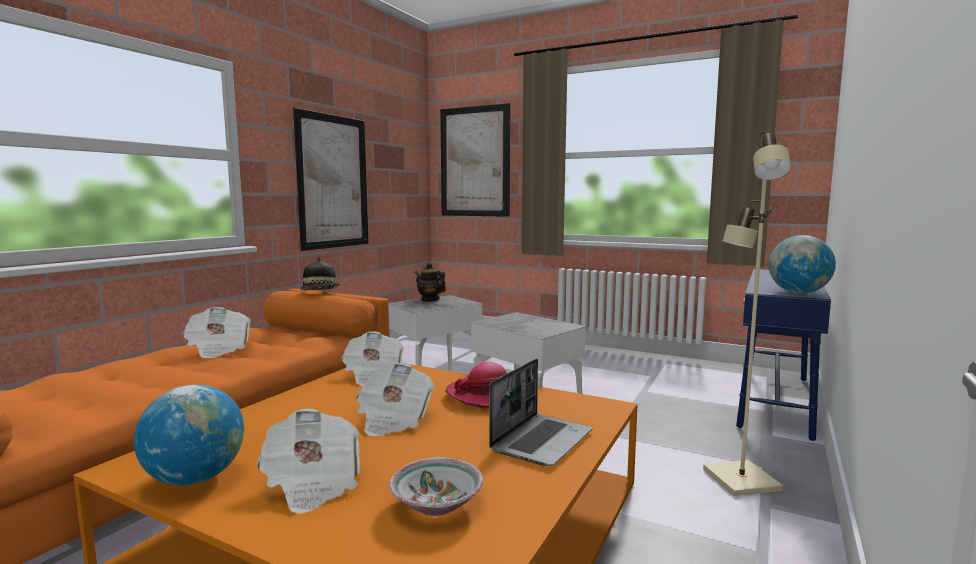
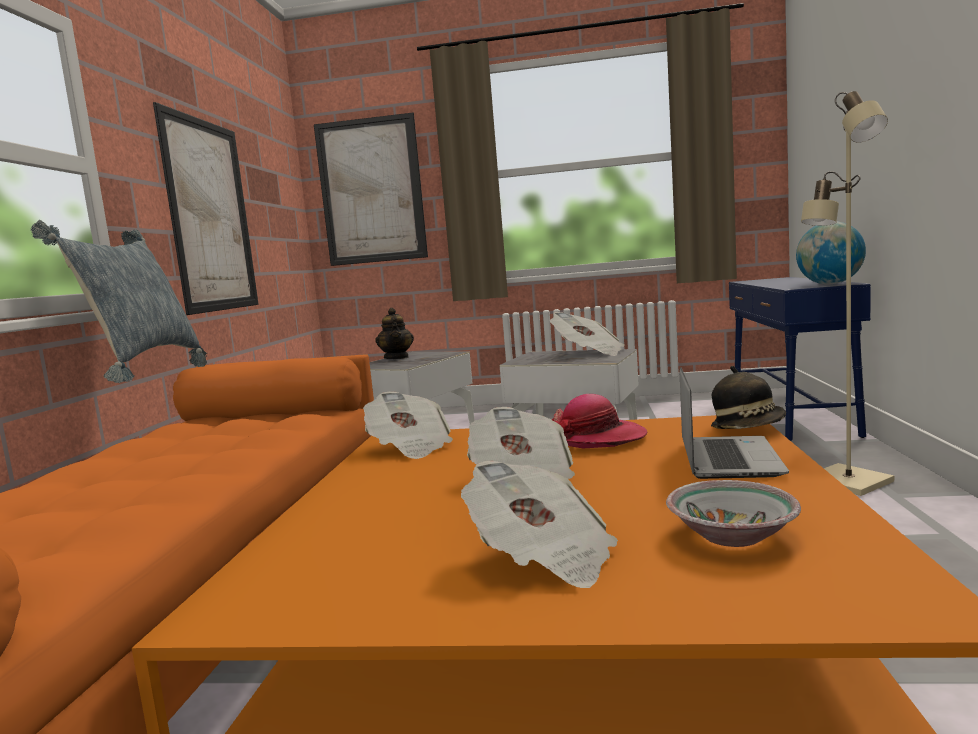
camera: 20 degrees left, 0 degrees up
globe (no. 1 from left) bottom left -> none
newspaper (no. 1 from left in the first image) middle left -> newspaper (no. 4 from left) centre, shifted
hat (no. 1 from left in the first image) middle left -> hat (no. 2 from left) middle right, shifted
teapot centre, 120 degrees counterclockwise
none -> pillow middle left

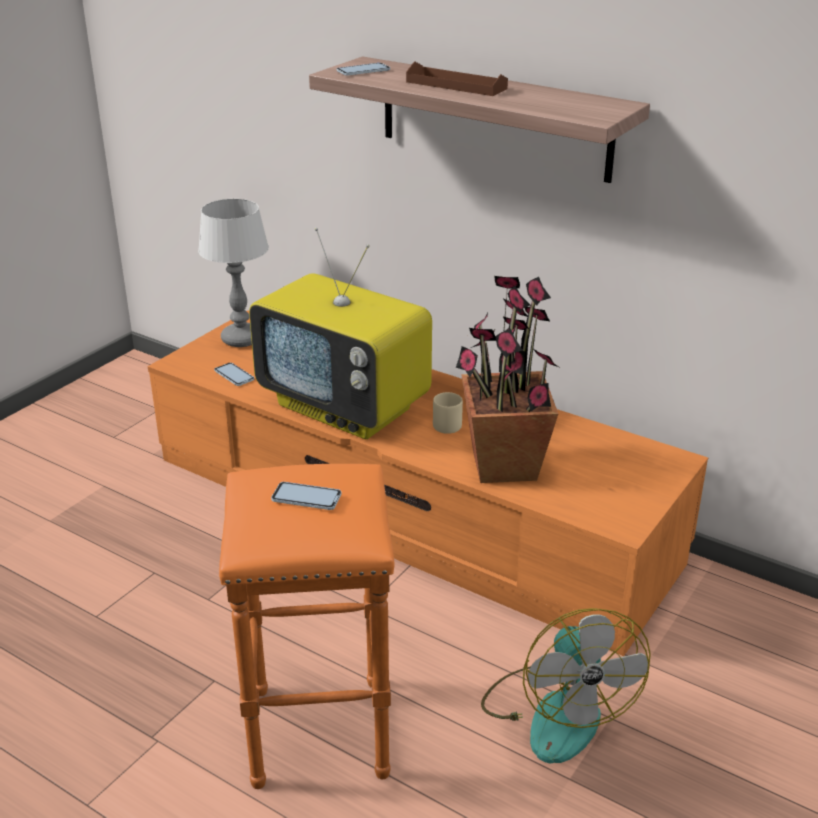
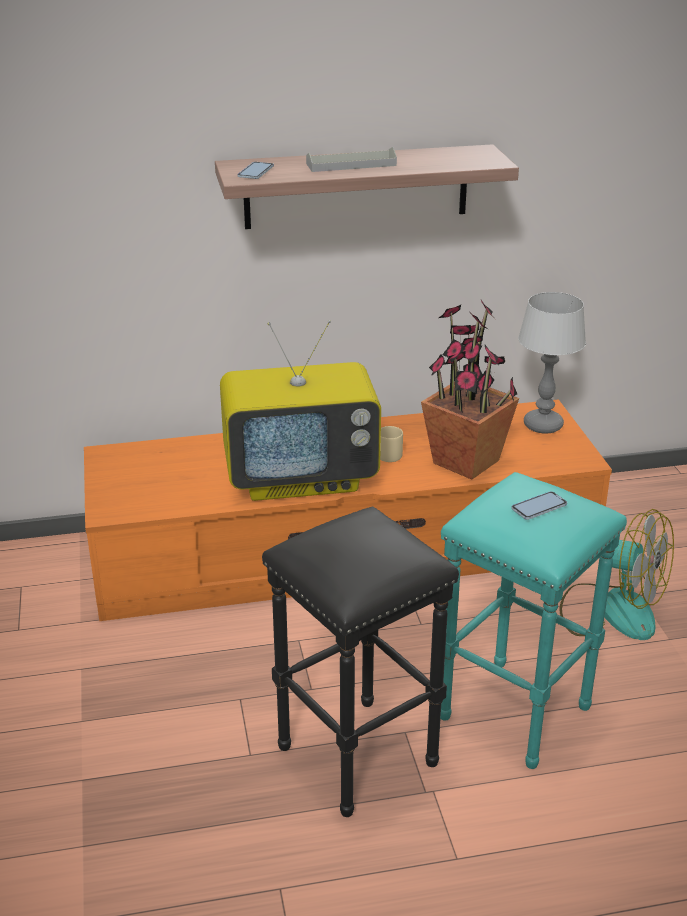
camera: 45 degrees left, 0 degrees up
table lamp middle left -> table lamp middle right, shifted
phone (no. 1 from left) middle left -> none
stool (orange) bottom centre -> stool (turquoise) bottom right
tray (brown) top centre -> tray (grey) top centre
none -> stool (black) bottom centre

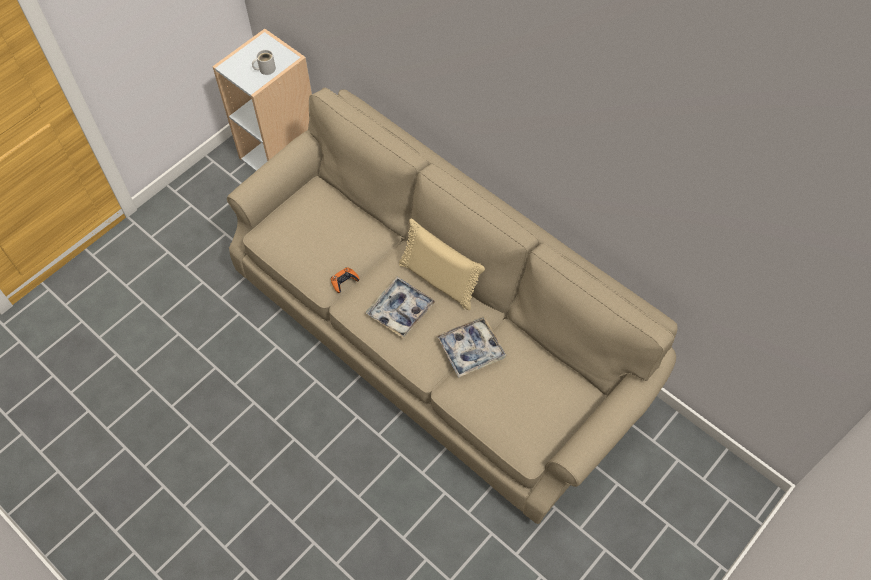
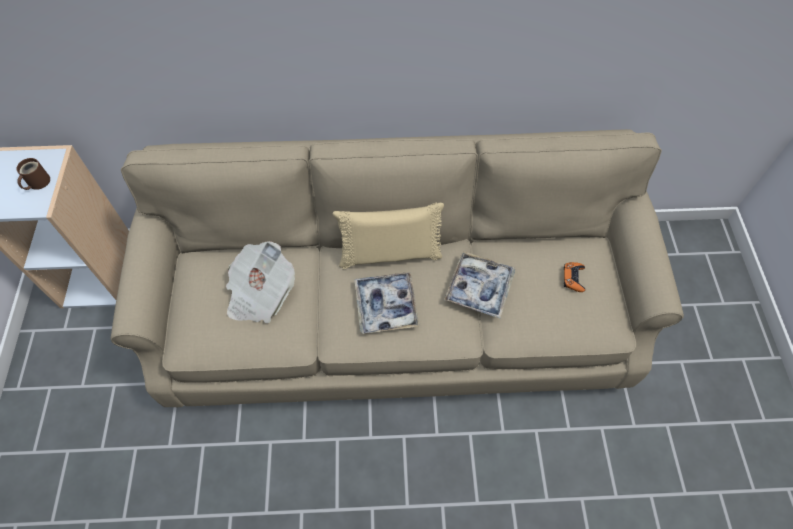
camera: 45 degrees left, 0 degrees up
mug (white) top left -> mug (brown) top left
game controller (orange) centre -> game controller (orange) middle right, shifted
none -> newspaper middle left

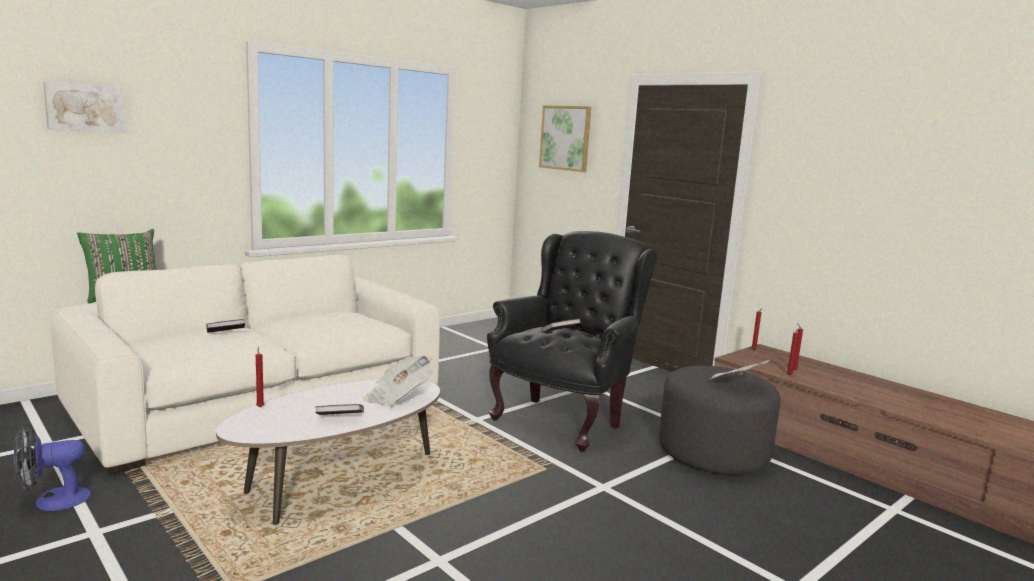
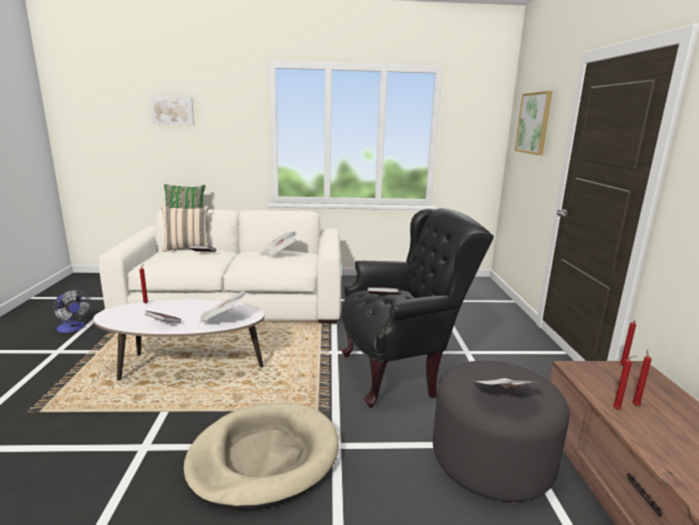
camera: 40 degrees right, 5 degrees up
fan bottom left -> fan middle left, 150 degrees counterclockwise
none -> pillow (beige) middle left
none -> dog bed (beige) bottom centre
none -> newspaper (no. 2 from left) centre

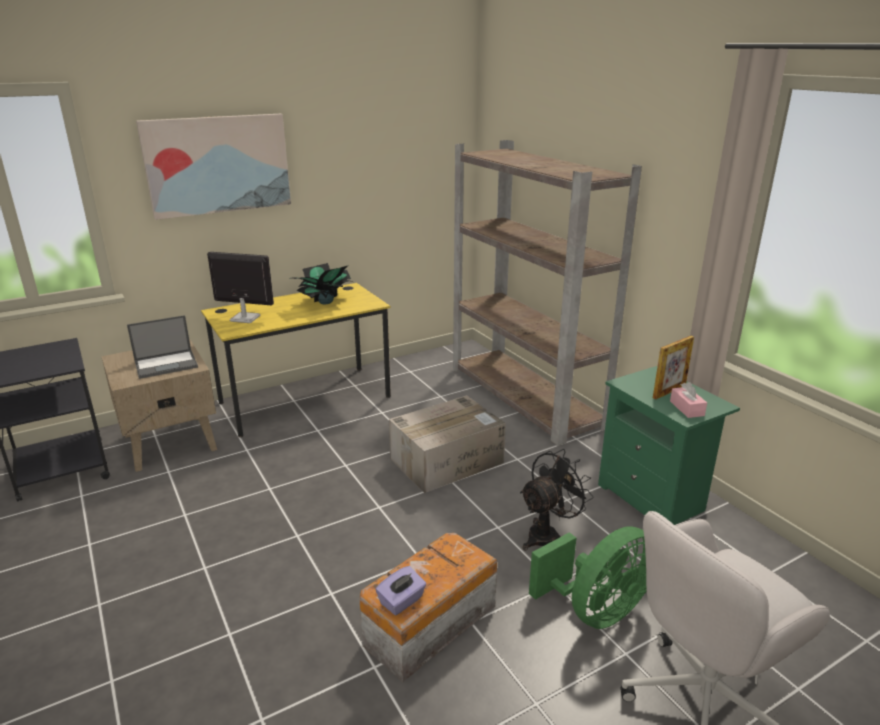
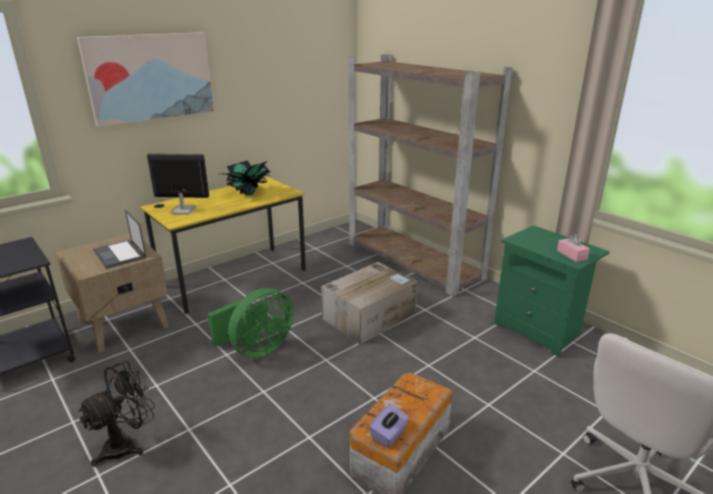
camera: 10 degrees left, 0 degrees up
laptop middle left, 90 degrees clockwise
fan (black) bottom centre -> fan (black) bottom left, shifted
fan (green) bottom right -> fan (green) centre, shifted
picture frame middle right -> none

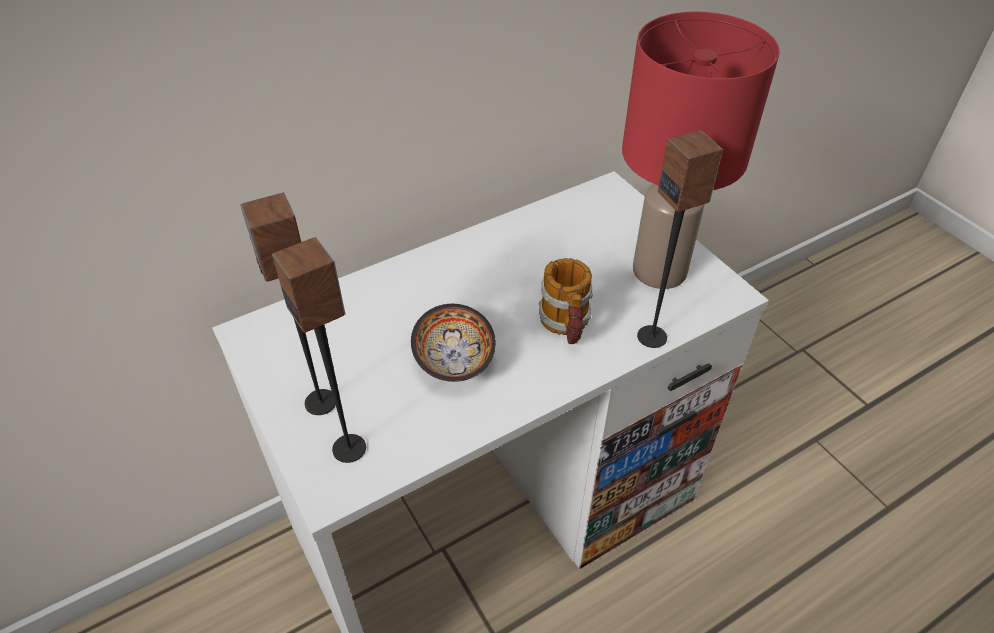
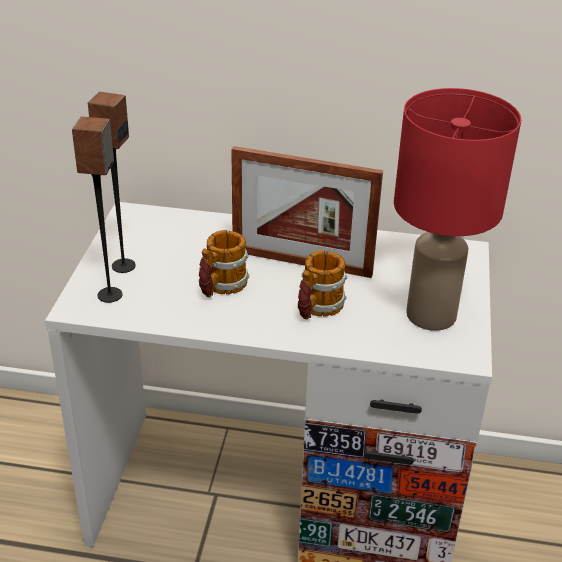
camera: 40 degrees right, 10 degrees down
bowl centre -> mug (no. 1 from left) centre
speaker (no. 3 from left) middle right -> none
none -> picture frame centre

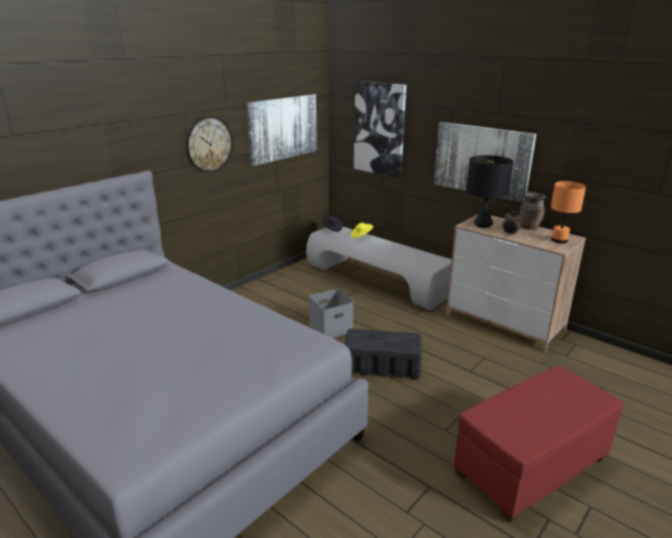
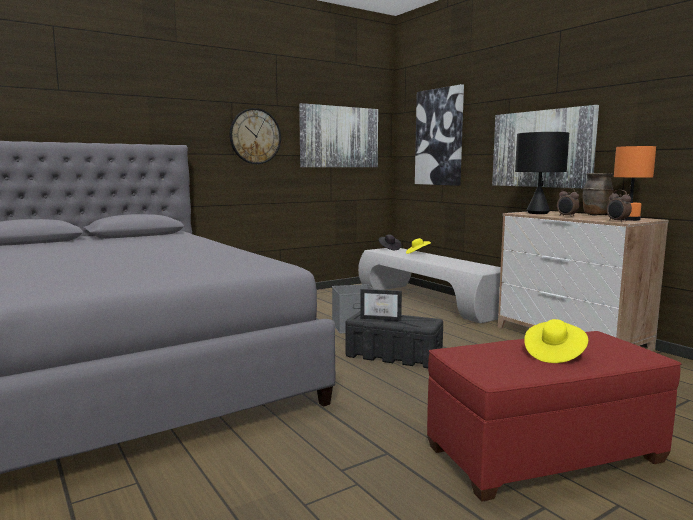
camera: 15 degrees right, 15 degrees down
none -> picture frame centre
none -> hat (yellow) (no. 2 from left) middle right
none -> alarm clock (no. 2 from left) middle right

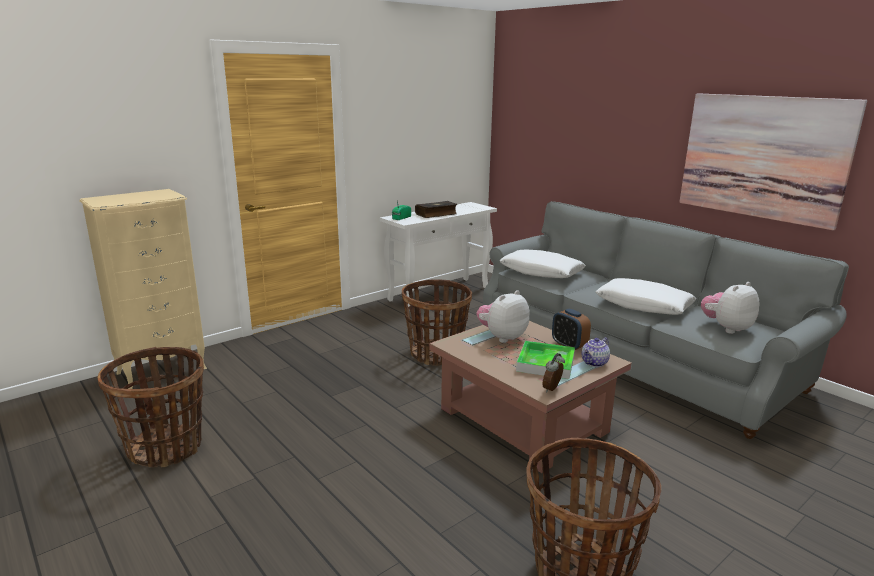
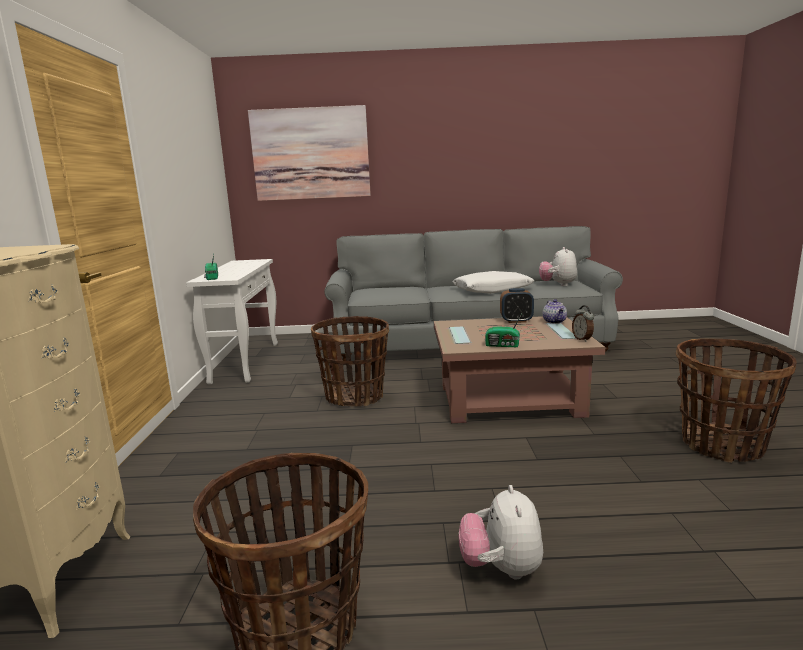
camera: 50 degrees left, 5 degrees down
book centre -> none
plush toy (no. 1 from left) centre -> plush toy (no. 1 from left) bottom centre, shifted
pillow (white) (no. 1 from left) centre -> none
tray centre -> none
picture top right -> picture top centre, shifted
none -> radio (no. 2 from left) centre

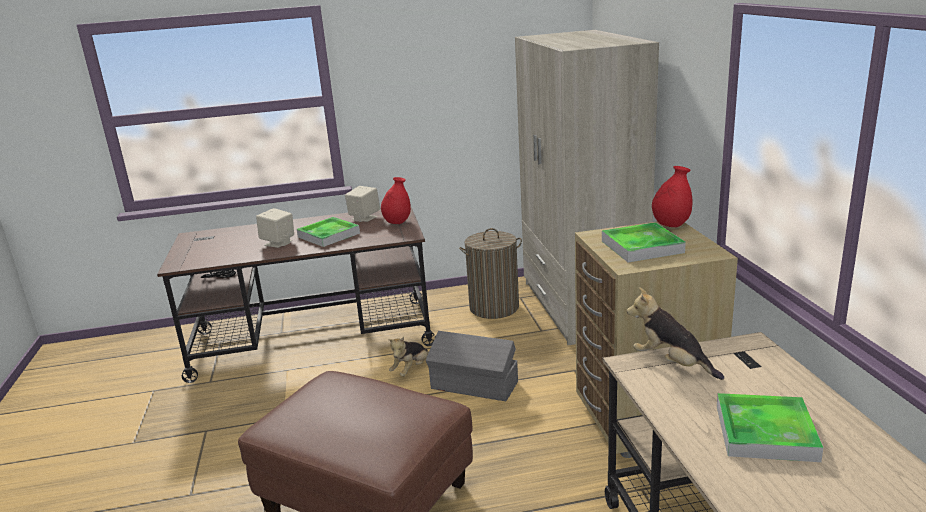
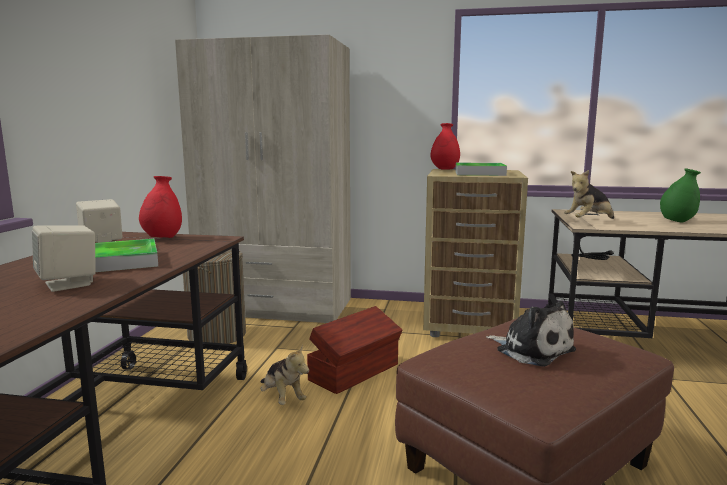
camera: 70 degrees left, 10 degrees down
storage box (grey) bottom centre -> storage box (brown) bottom centre
tray (no. 3 from left) bottom right -> vase (green) middle right
none -> plush toy (no. 2 from left) bottom right

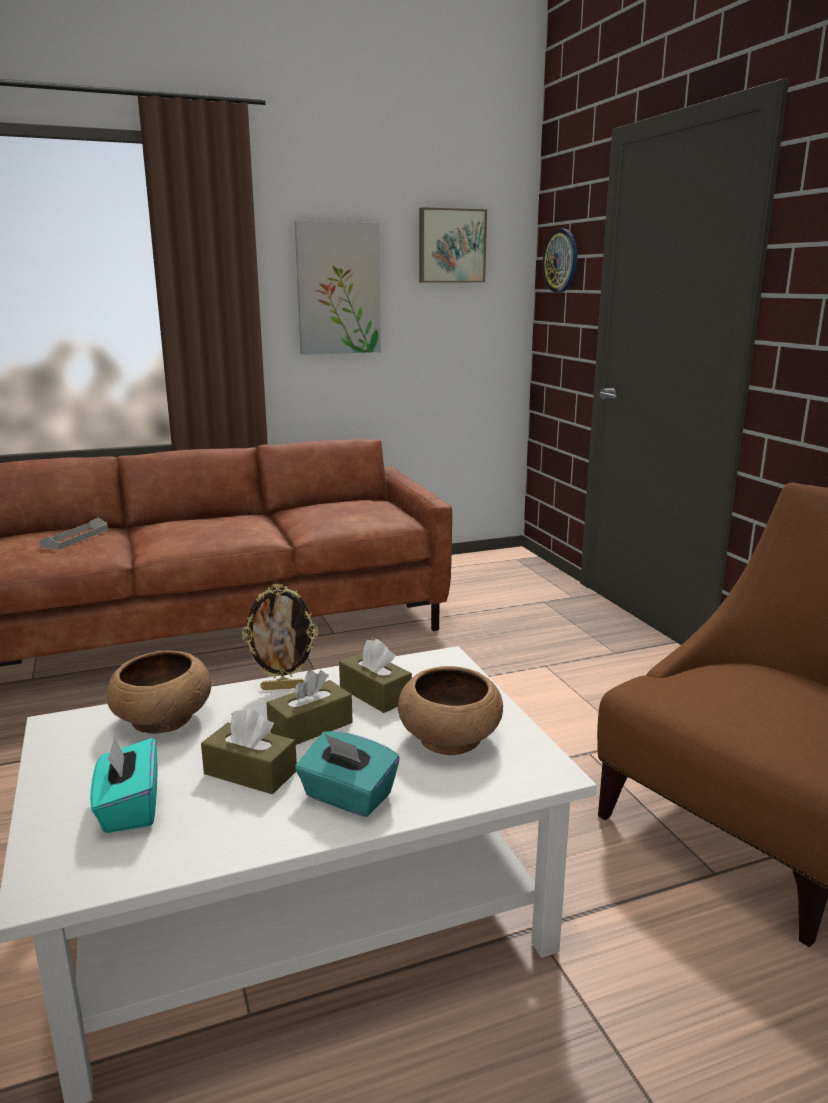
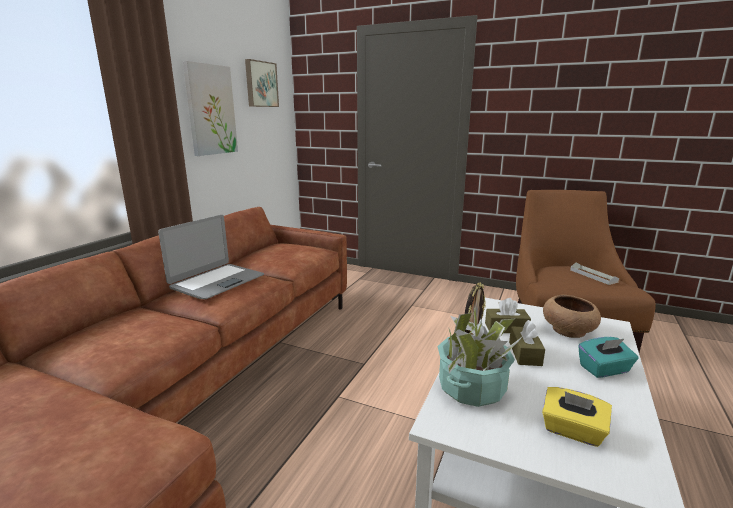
camera: 45 degrees left, 0 degrees up
tray (grey) middle left -> tray (grey) middle right, shifted
tissue box (turquoise) (no. 1 from left) bottom left -> tissue box (yellow) bottom right
bowl (brown) (no. 1 from left) middle left -> potted plant bottom centre
tissue box (brown) (no. 1 from left) bottom left -> none
wall clock top right -> none
none -> laptop middle left

